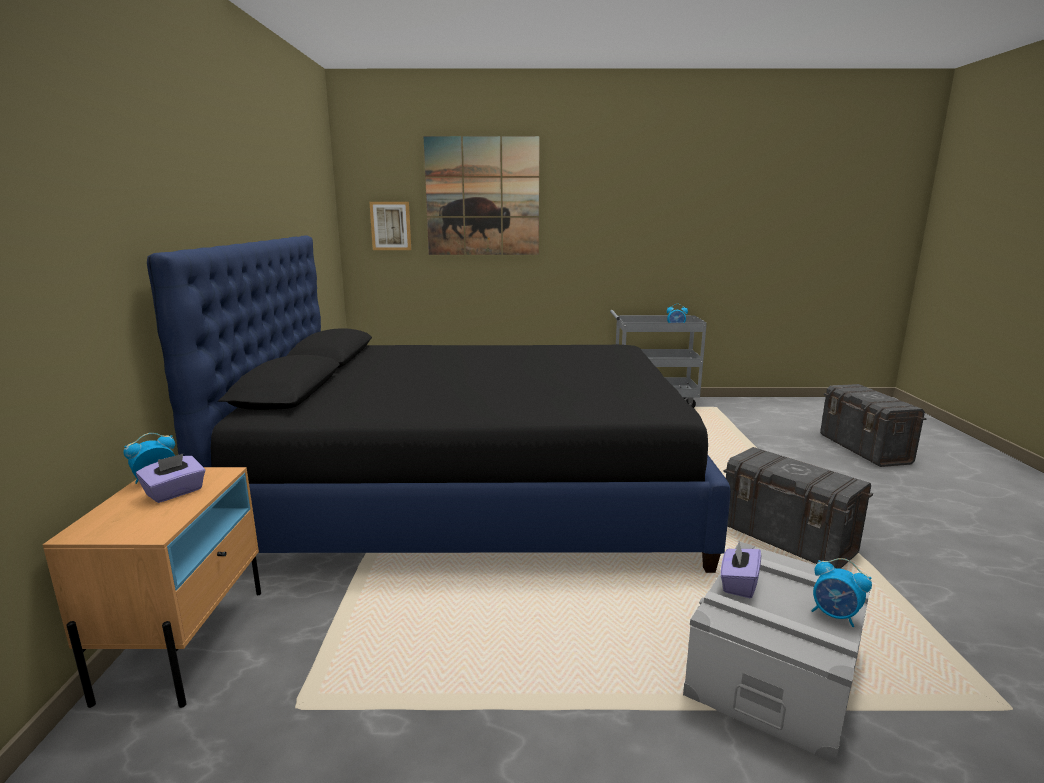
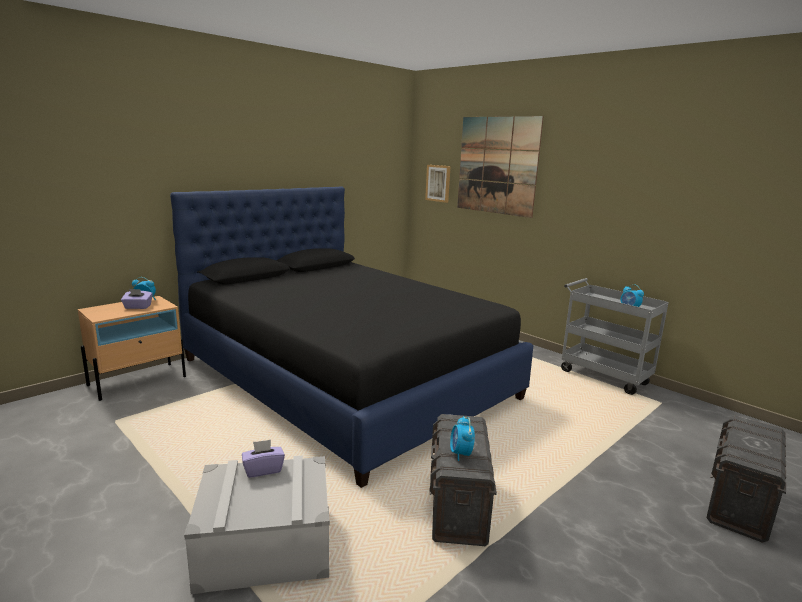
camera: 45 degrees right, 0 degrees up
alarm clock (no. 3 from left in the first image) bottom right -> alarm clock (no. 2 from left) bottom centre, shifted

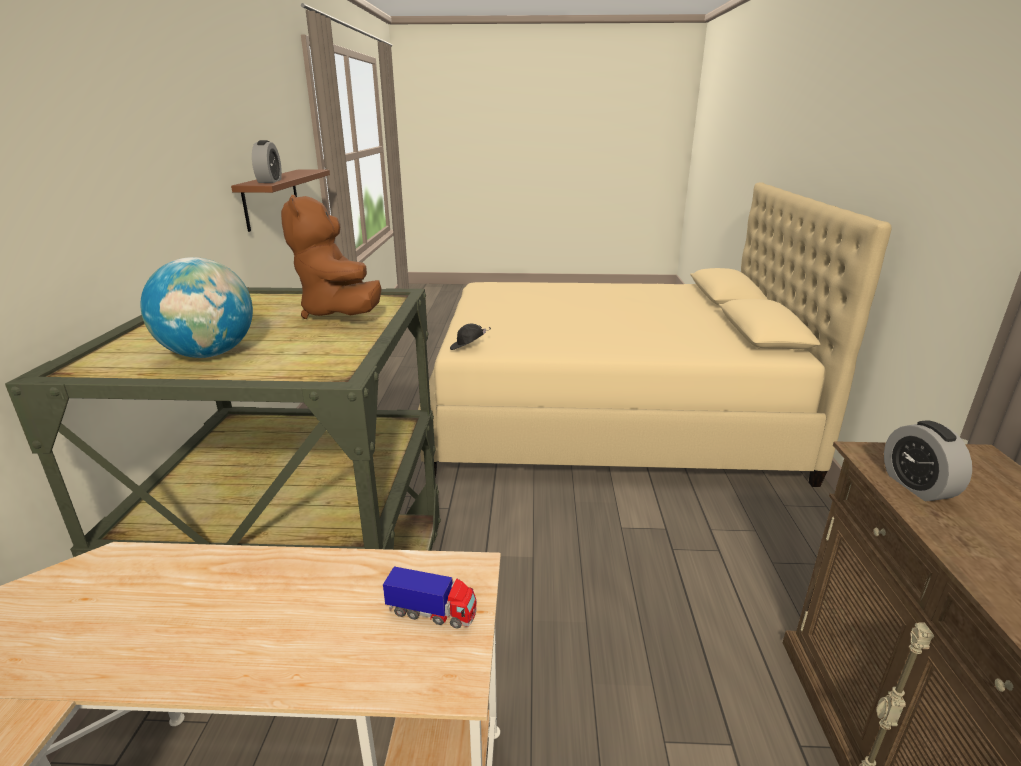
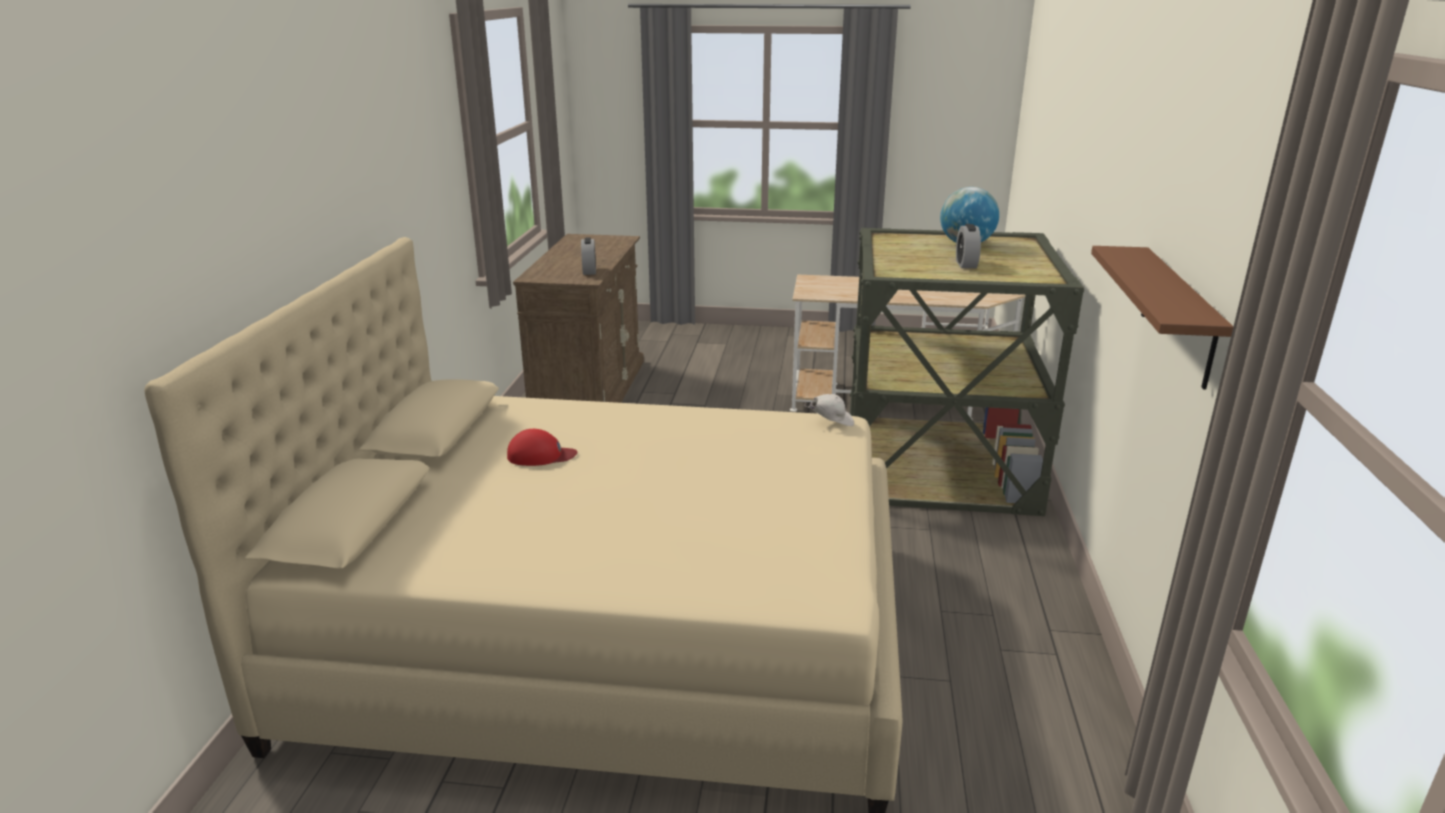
camera: 175 degrees left, 0 degrees up
alarm clock (no. 1 from left in the first image) top left -> alarm clock (no. 2 from left) top right, shifted
plush toy (brown) middle left -> none
toy truck bottom centre -> none
cap (black) centre -> cap (white) centre
none -> cap (red) centre

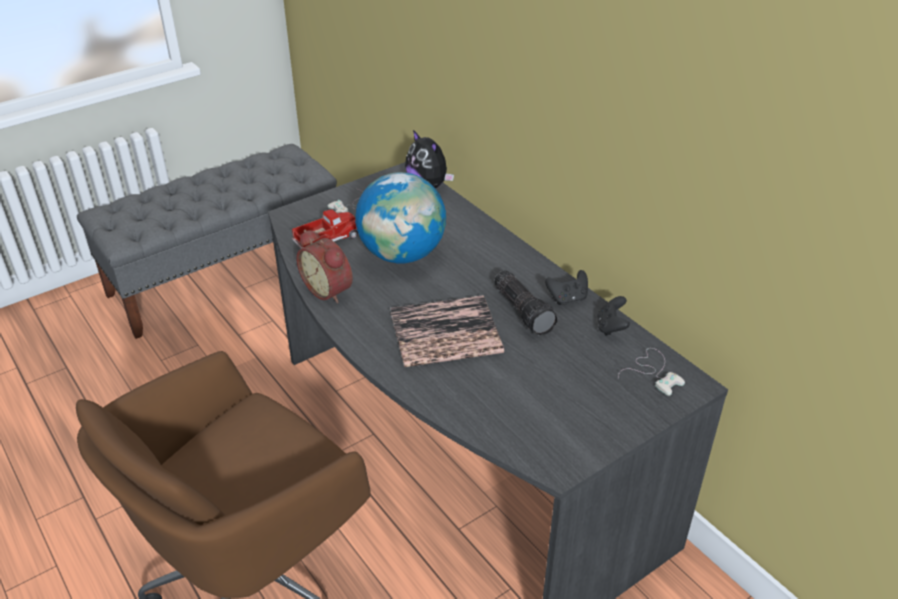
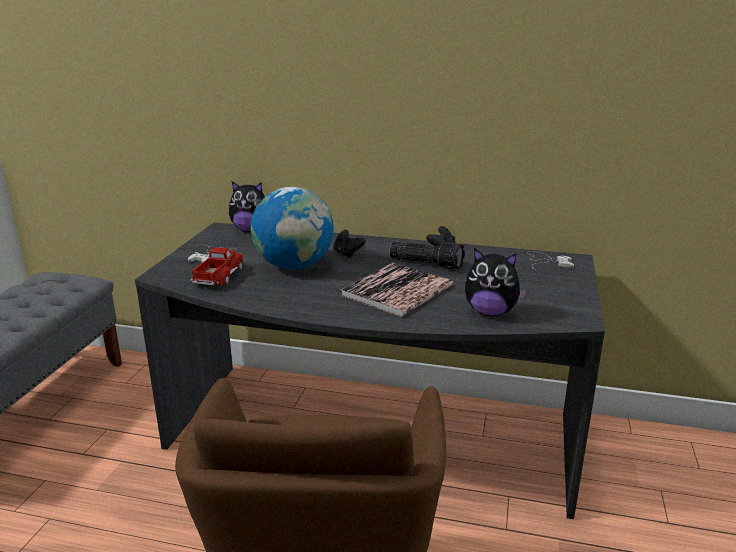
camera: 40 degrees left, 15 degrees down
alarm clock centre -> none
game controller (black) (no. 2 from left in the first image) middle right -> game controller (black) (no. 1 from left) centre, shifted
none -> plush toy (no. 2 from left) middle right

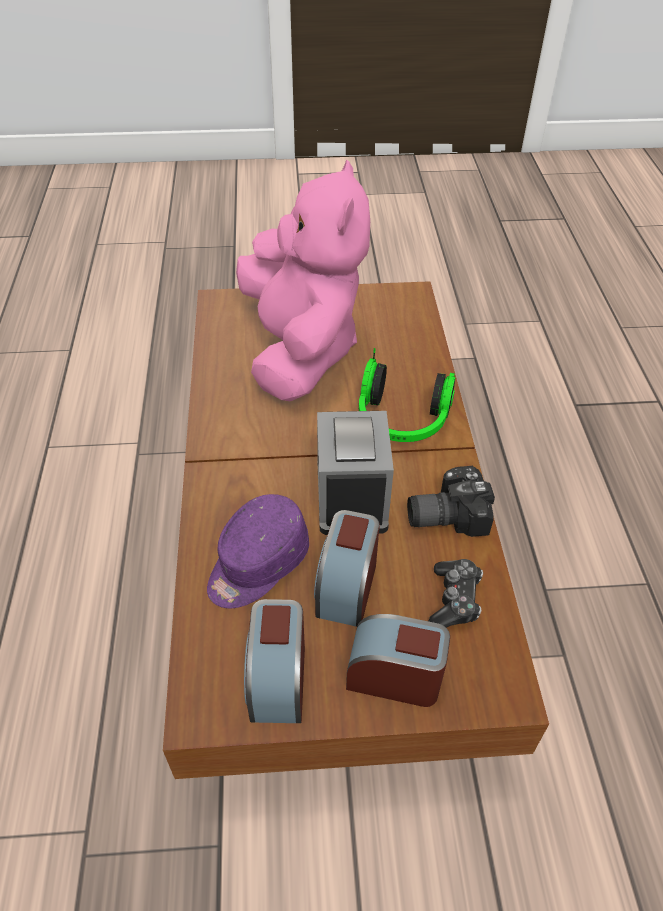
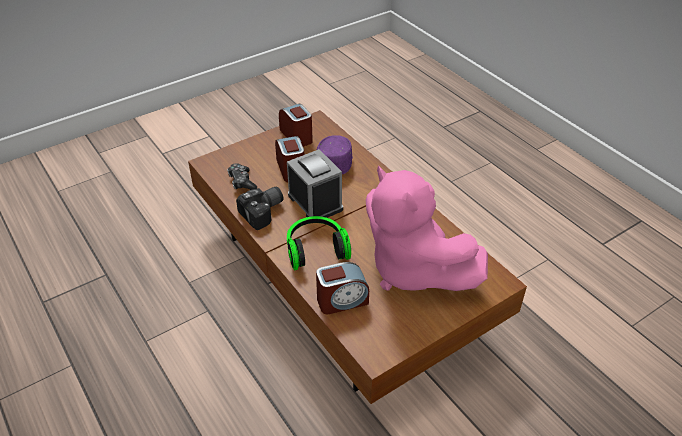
camera: 150 degrees right, 5 degrees down
alarm clock (no. 4 from left) bottom centre -> alarm clock (no. 4 from left) centre, shifted

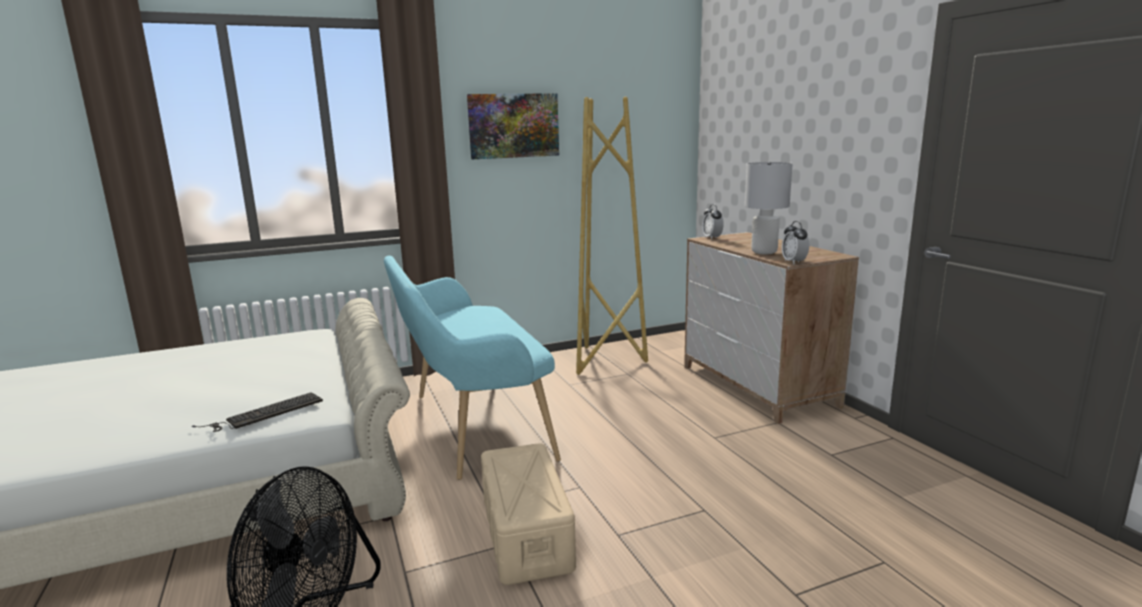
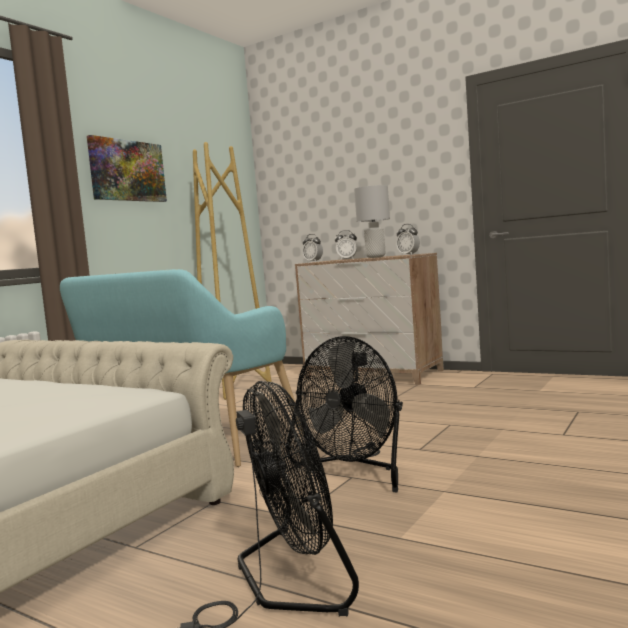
camera: 35 degrees left, 10 degrees down
keyboard bottom left -> none
storage box (beige) bottom centre -> fan (black) (no. 2 from left) centre
none -> alarm clock (no. 2 from left) centre

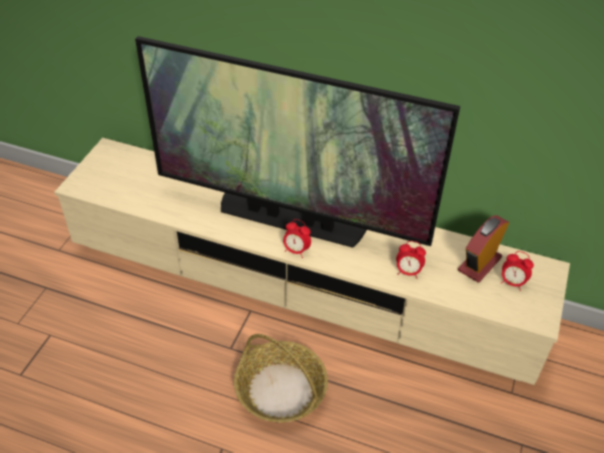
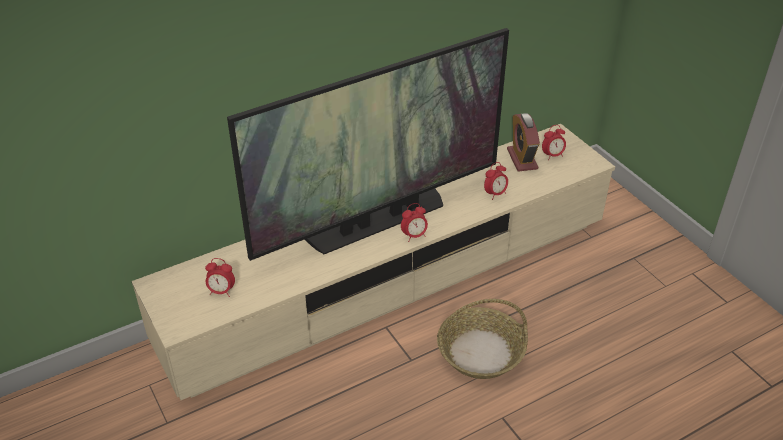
camera: 50 degrees left, 5 degrees down
none -> alarm clock (no. 1 from left) middle left

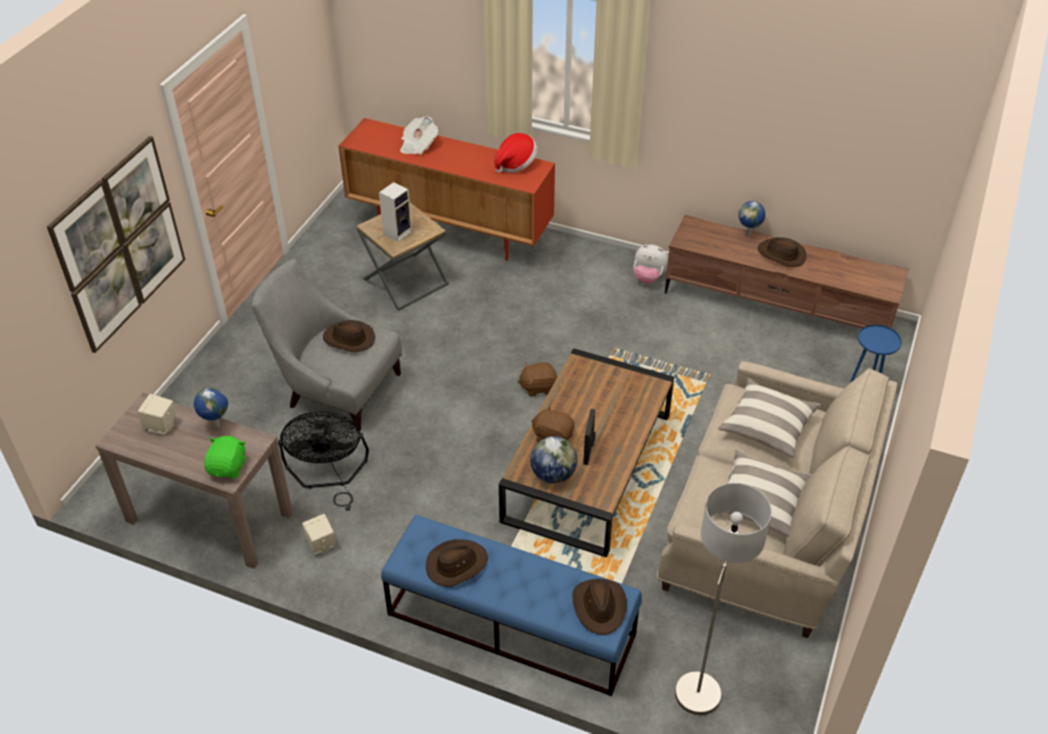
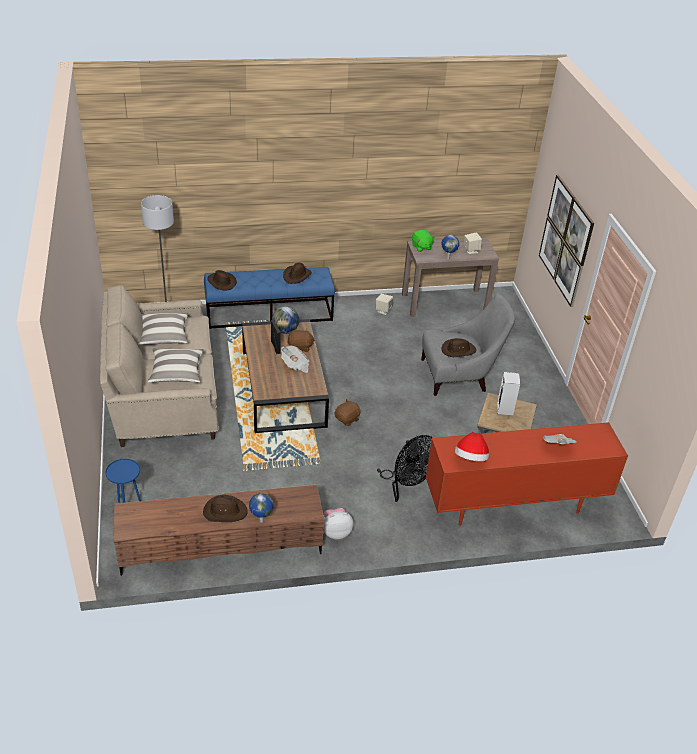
camera: 145 degrees right, 5 degrees down
fan (black) middle left -> fan (black) centre, shifted
none -> newspaper (no. 1 from left) centre

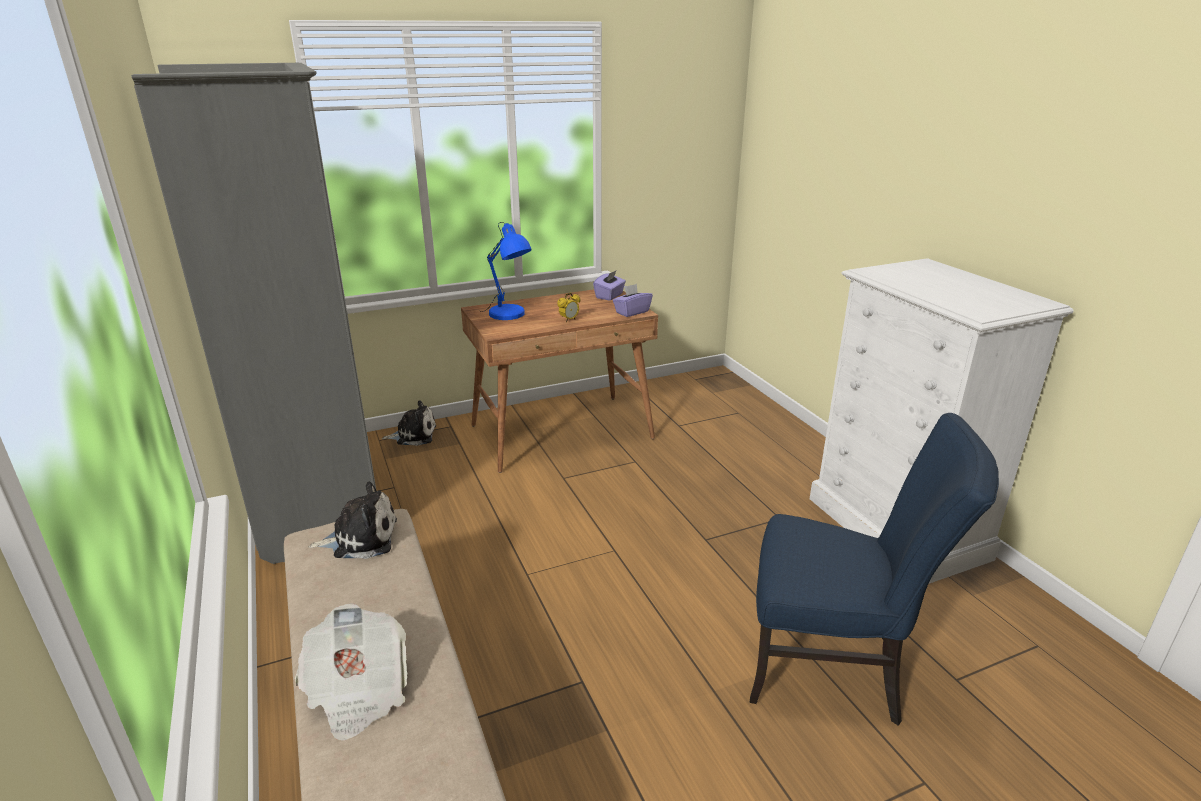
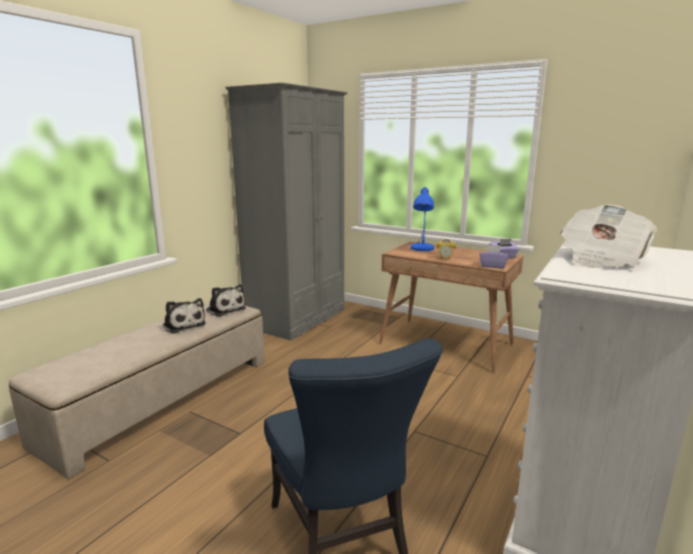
camera: 55 degrees right, 10 degrees down
newspaper bottom left -> newspaper middle right, shifted
plush toy (no. 2 from left in the first image) centre -> plush toy (no. 1 from left) middle left, shifted

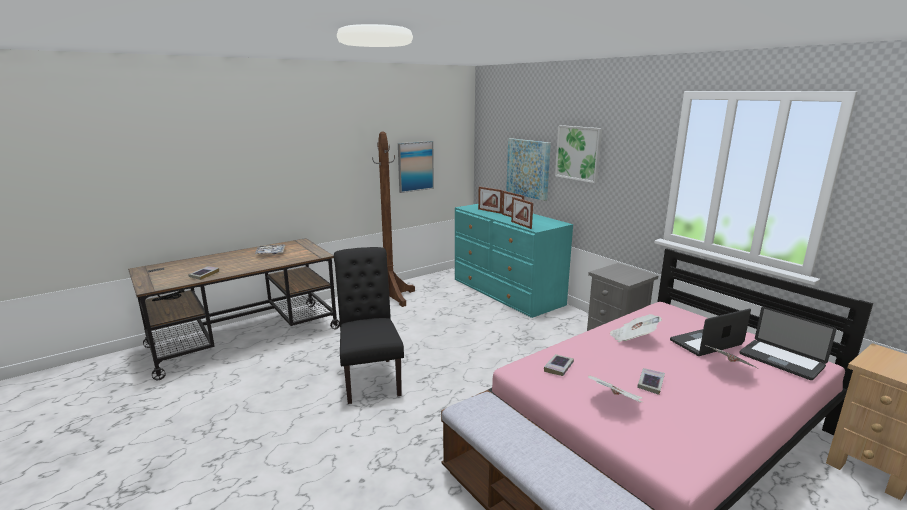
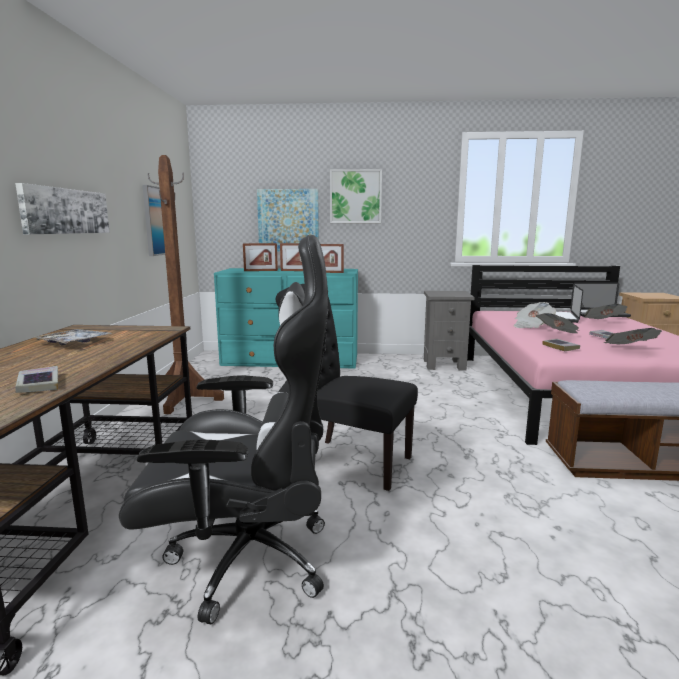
camera: 50 degrees left, 5 degrees down
none -> picture (no. 1 from left) top left
none -> office chair (black) middle left
none -> newspaper (no. 2 from left) middle right

